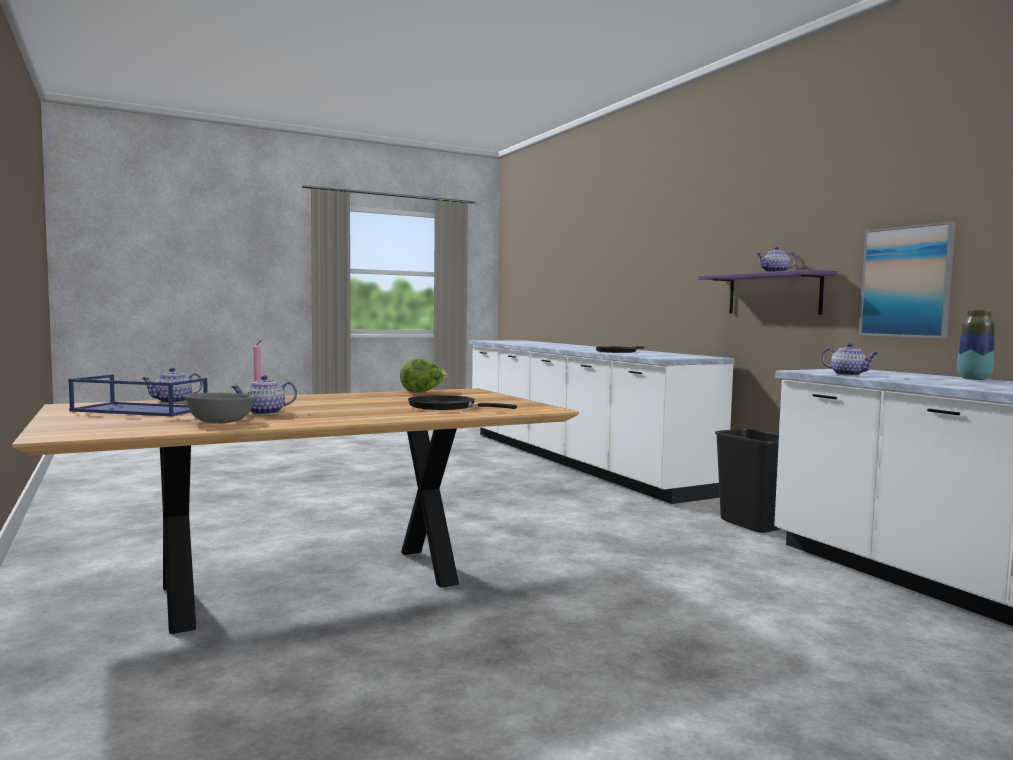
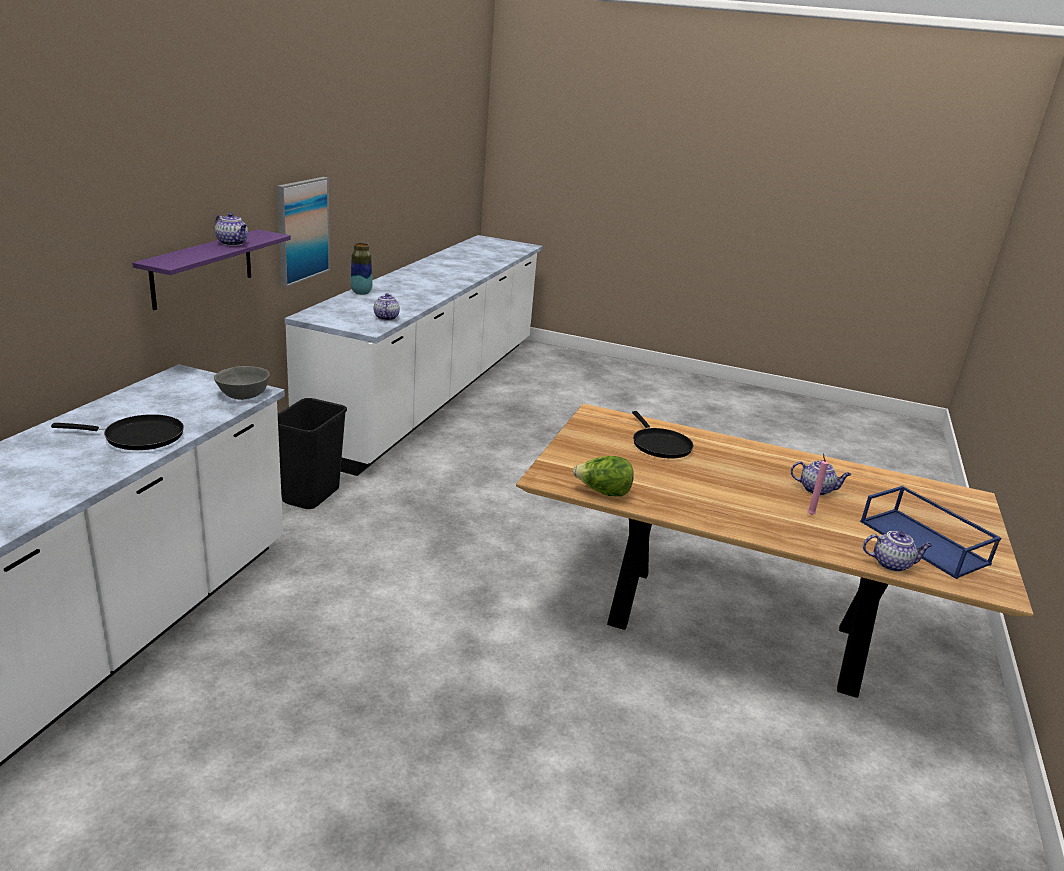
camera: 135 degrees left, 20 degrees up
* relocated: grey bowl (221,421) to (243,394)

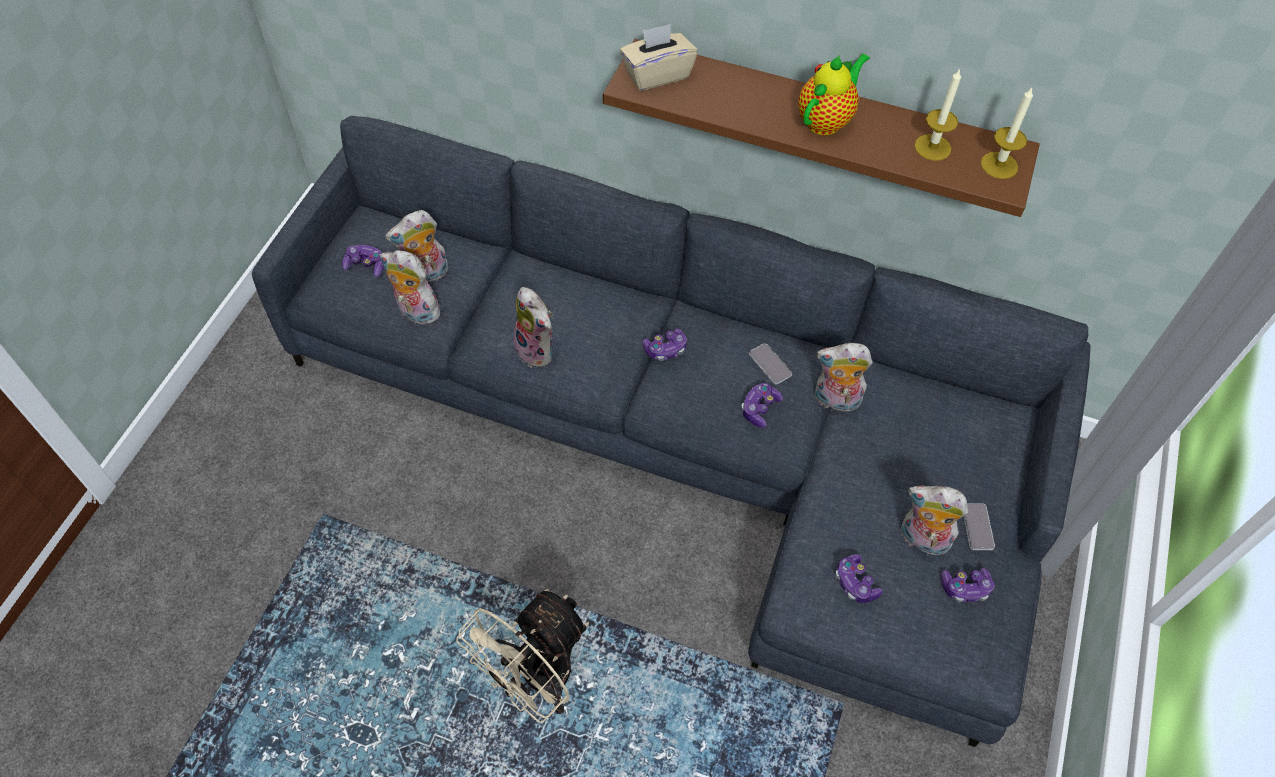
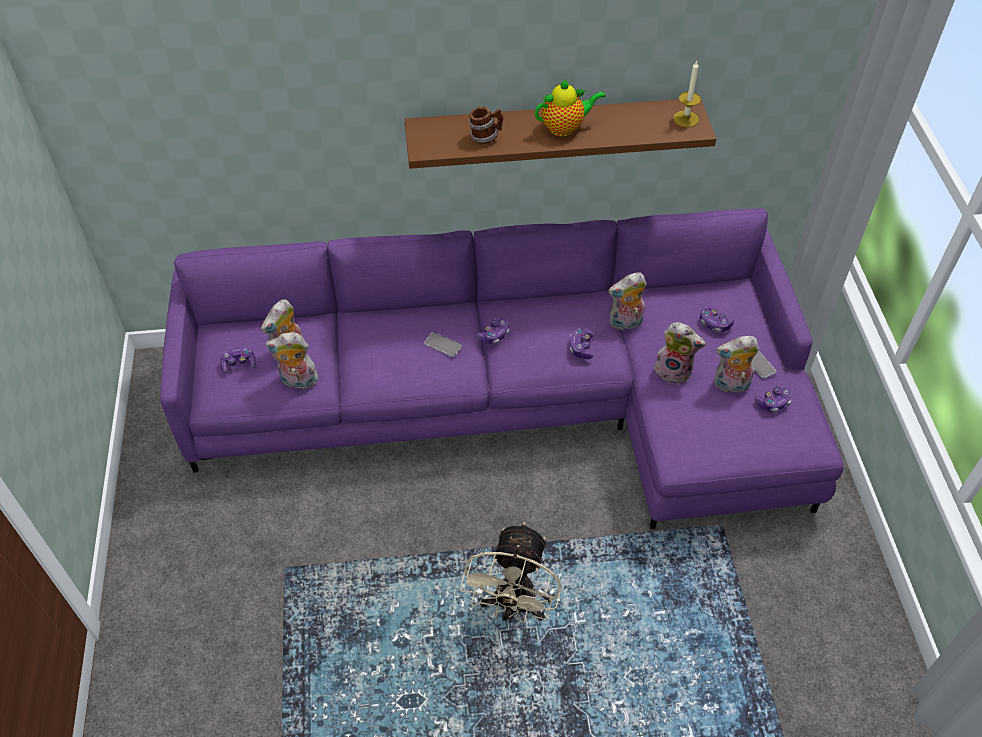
camera: 25 degrees left, 5 degrees down
* colour: grey sofa (688,438) to purple sofa (520,401)
* relocated: plush toy (538,350) to (674,371)
* missing: beige tissue box (657,74)
* relocated: phone (770,364) to (443,345)
* spun: teapot (826,120) = (565,128) 60 degrees clockwise
* relocated: game controller (855,583) to (714,324)
* missing: candle (932,147)
* appeared: mug (485,137)

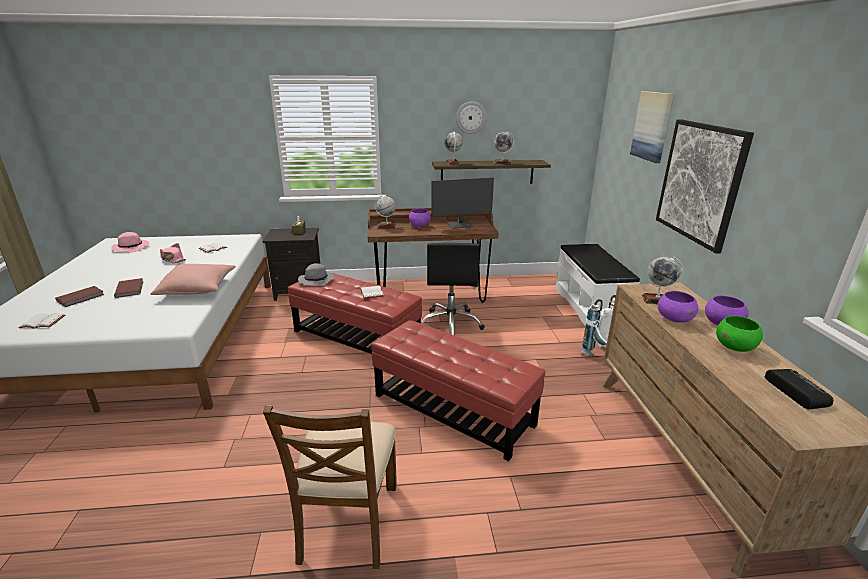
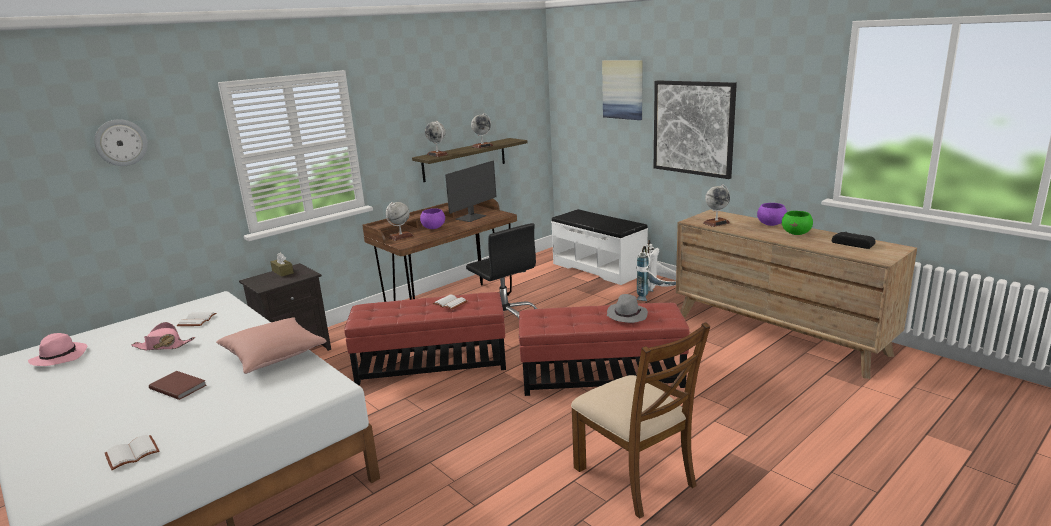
camera: 35 degrees left, 5 degrees down
* missing: brown book (81,297)
* relocated: grey hat (317,280) to (626,315)
* relocated: wall clock (471,117) to (121,142)
* missing: purple bowl (674,319)

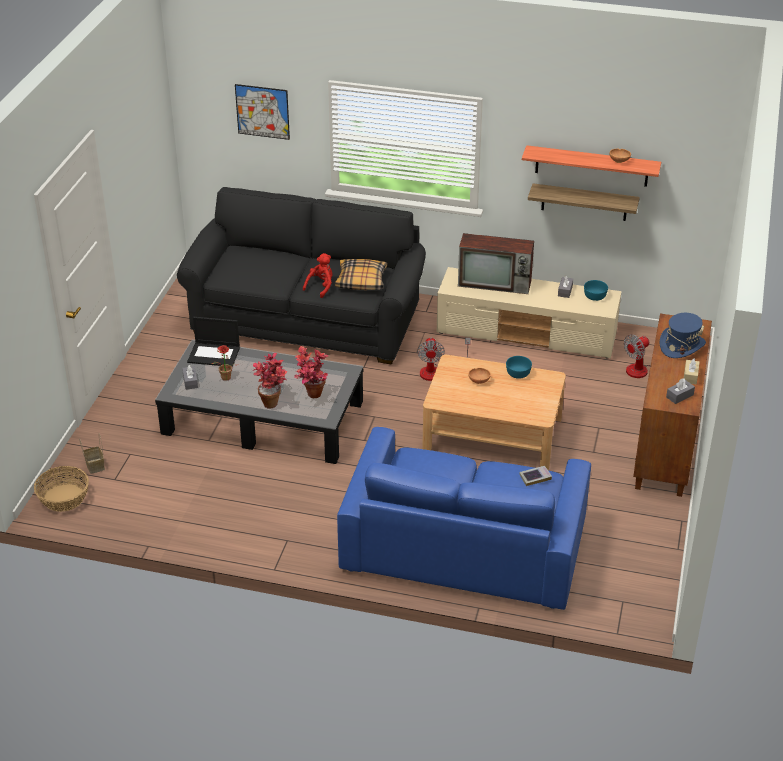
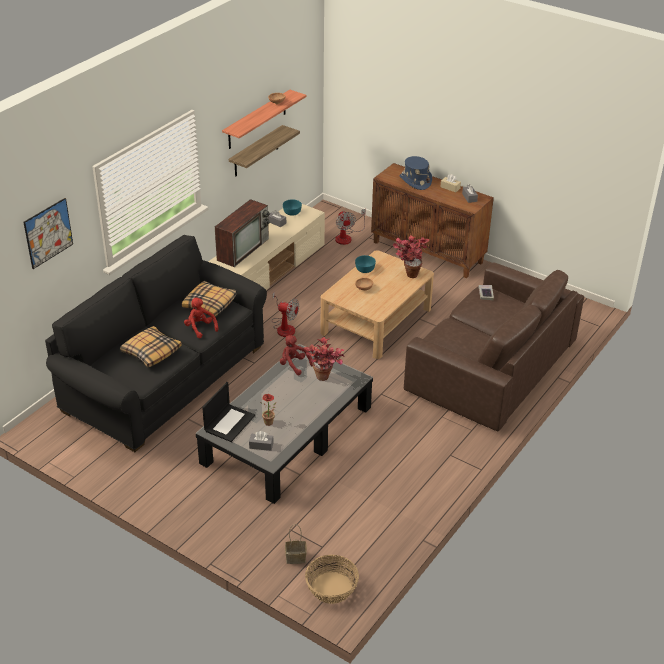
camera: 70 degrees left, 0 degrees up
* relocated: potted plant (272,401) to (408,273)
* colour: blue sofa (464,543) to brown sofa (490,366)
* appeared: pillow (151,352)
* appeared: red plush toy (294,365)

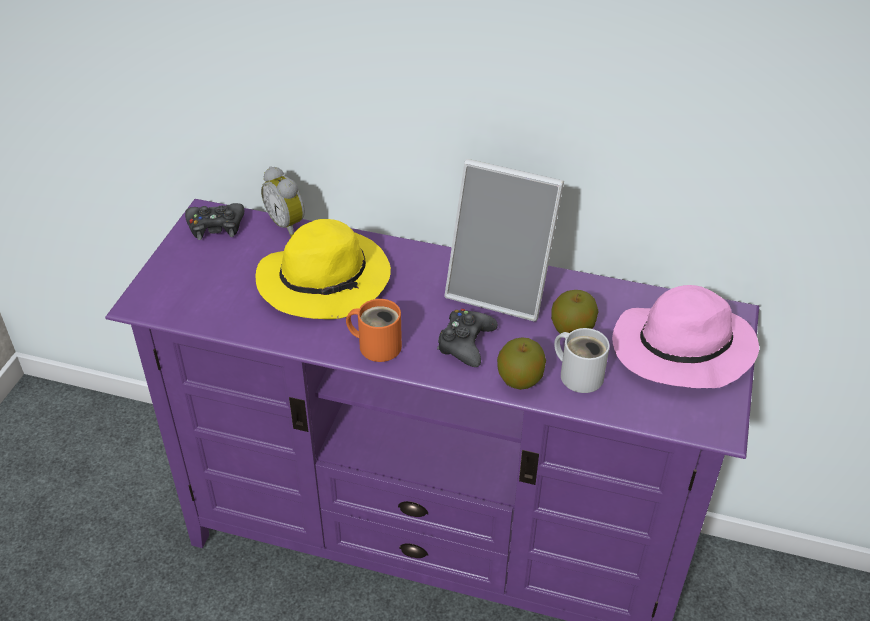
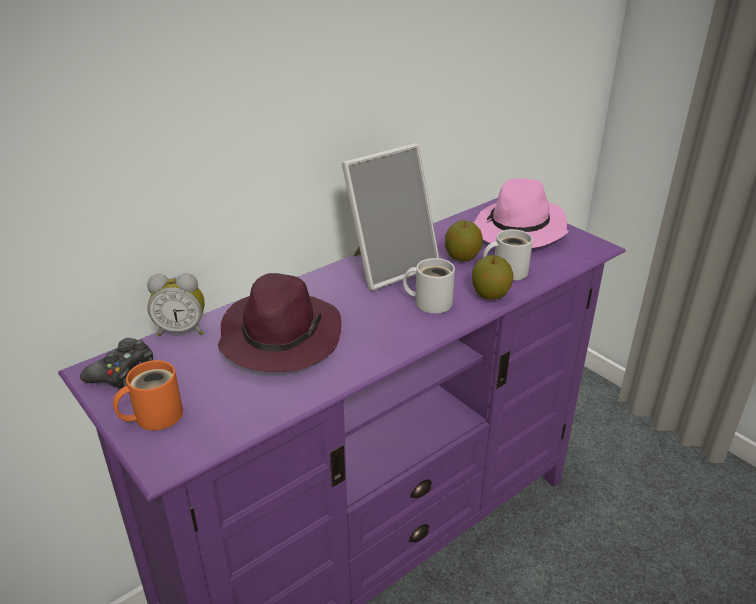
camera: 55 degrees left, 10 degrees down
* colour: yellow hat (326,279) to purple hat (280,337)
* relocated: orange mug (377,344) to (154,415)
* exchanged: black game controller (465,343) to white mug (430,302)

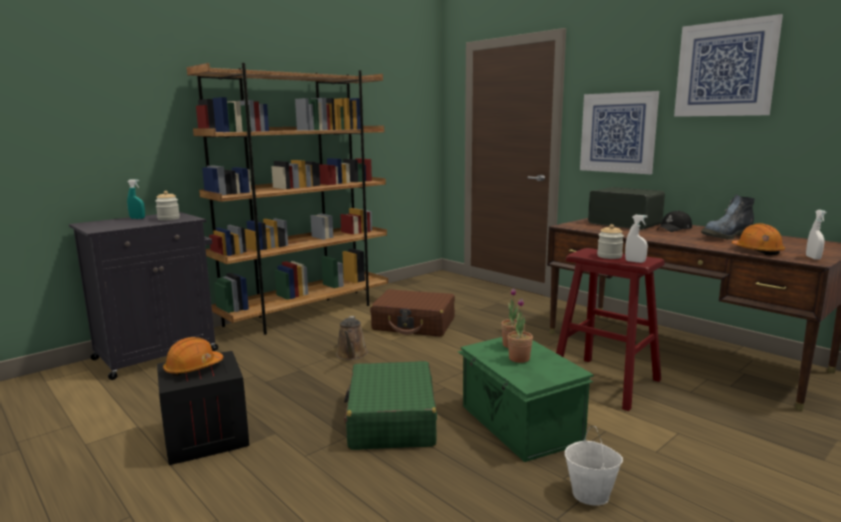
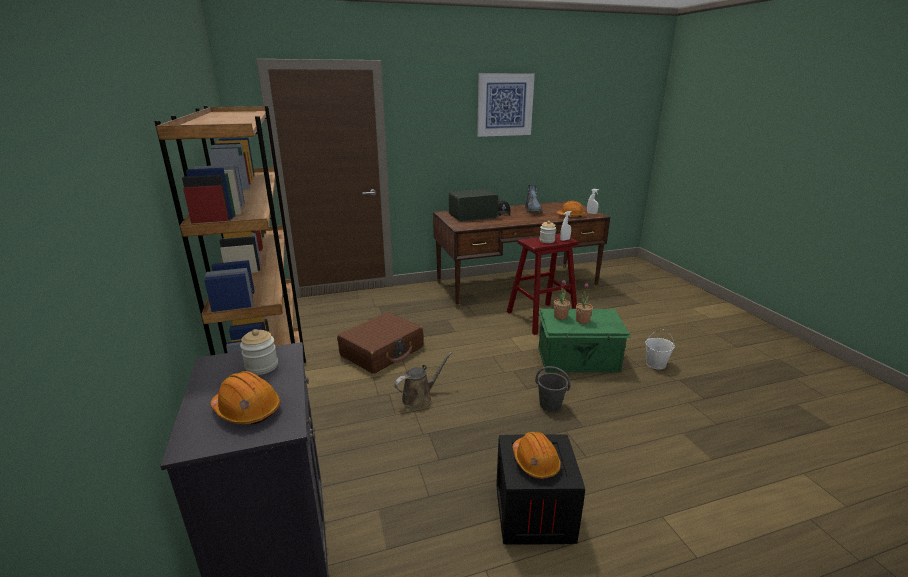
camera: 65 degrees left, 10 degrees up
* missing: turquoise spray bottle (137,218)
* spun: brown watering can (351,355) = (419,397) 60 degrees counterclockwise
* exchanged: green suitcase (391,420) to grey bucket (550,405)
* missing: picture (618,133)
* appeared: orange hard hat (247,410)

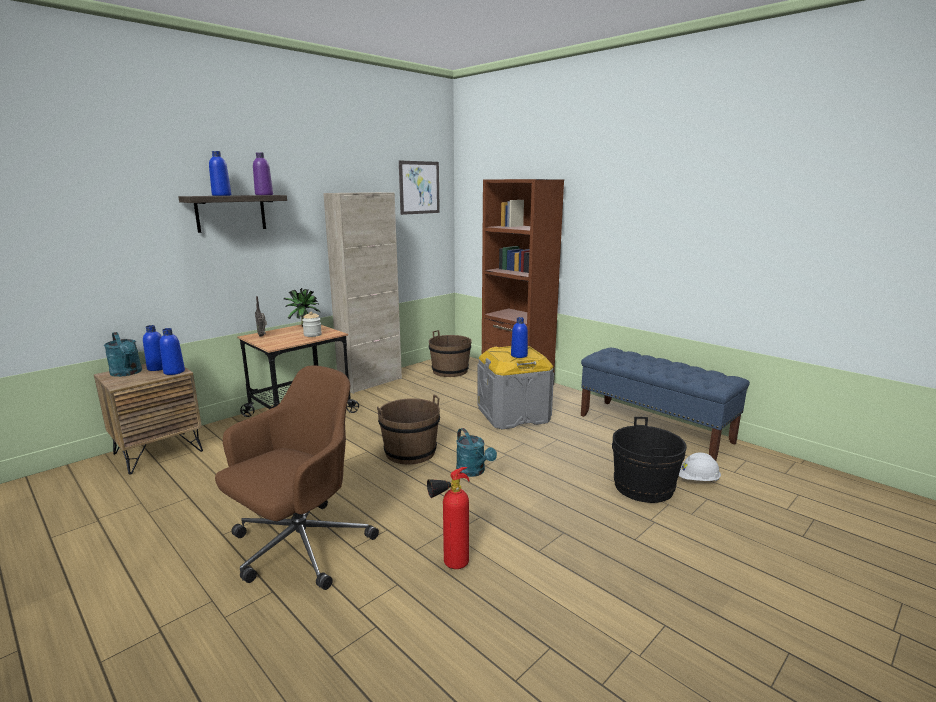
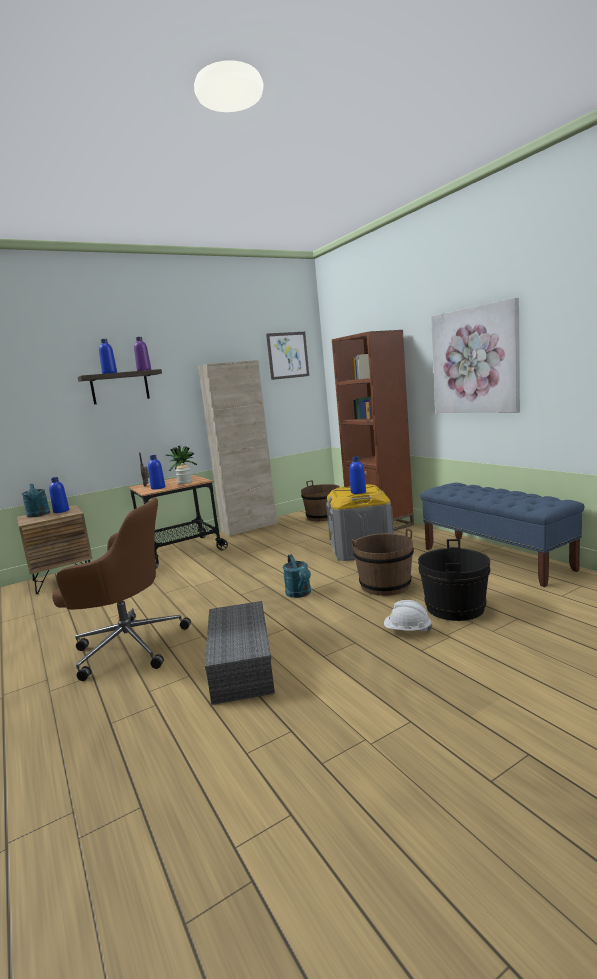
camera: 15 degrees right, 5 degrees down
* relocated: blue bottle (174,372) to (158,488)
* spun: brown office chair (299,547) = (128,646) 45 degrees clockwise
* relocated: brown bucket (410,452) to (385,585)
* exchanged: fire extinguisher (450,565) to grey storage box (240,664)
* relocated: white hard hat (696,480) to (407,631)
* appeared: picture (474,361)

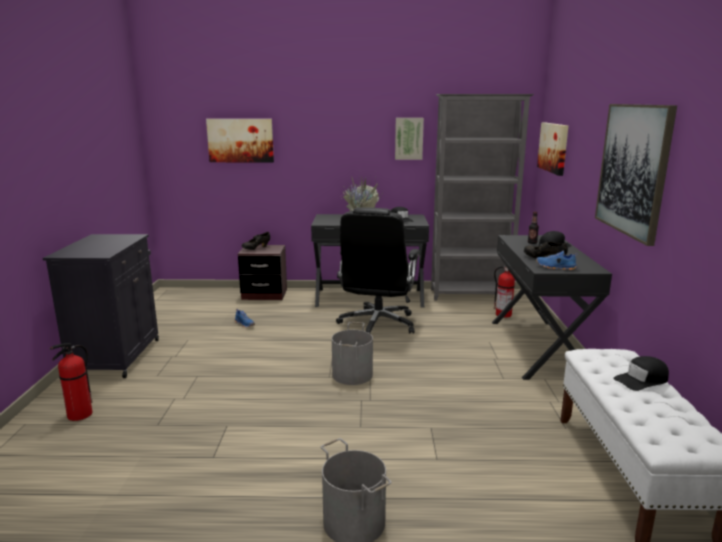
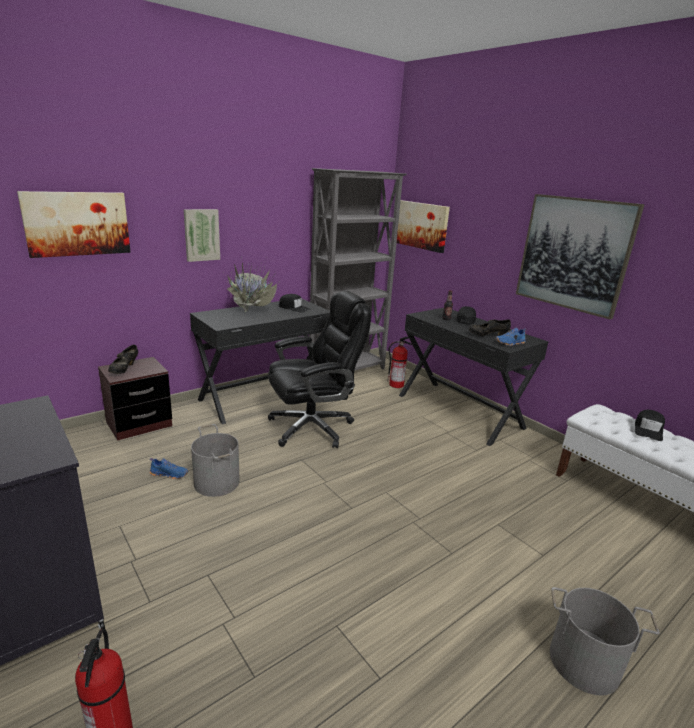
camera: 40 degrees left, 5 degrees up
* relocated: grey bucket (353,375) to (217,482)
* spun: black office chair (377,324) = (313,427) 90 degrees counterclockwise
* relocated: picture (409,138) to (201,235)

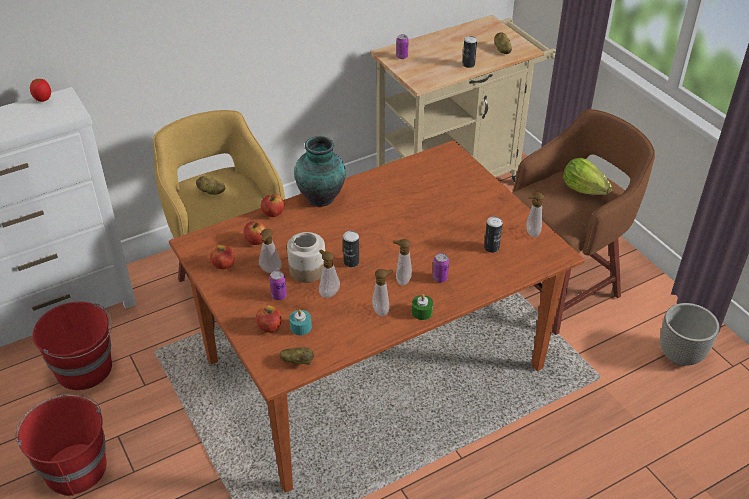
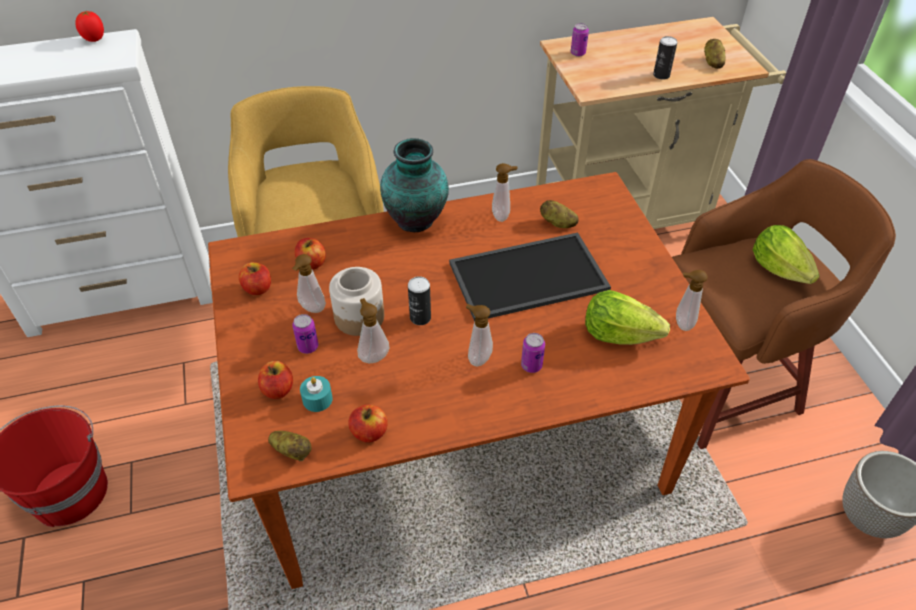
camera: 15 degrees right, 5 degrees up
* missing: red bucket (85,369)
* relocated: potato (211,192) to (557,223)
* relocated: apple (273,213) to (369,432)
* relocated: soap dispenser (382,310) to (502,216)
* missing: green candle (422,312)
* exchanged: can (491,247) to lettuce (618,334)
* appeared: tray (527,278)

